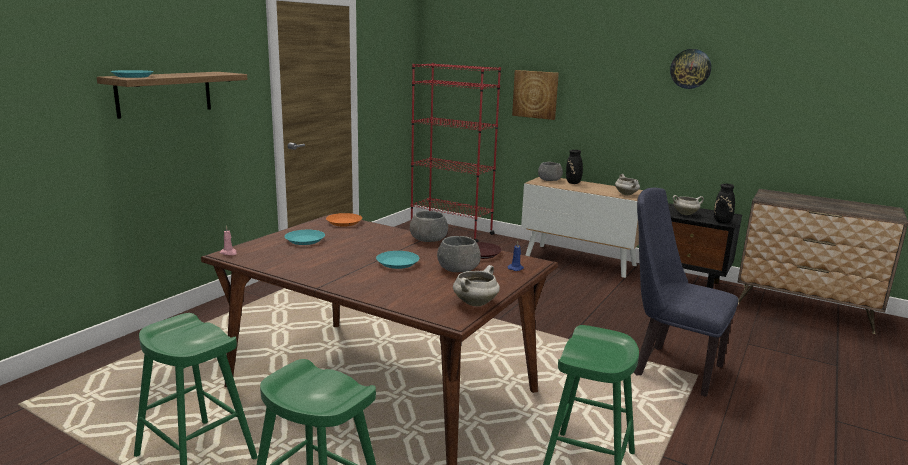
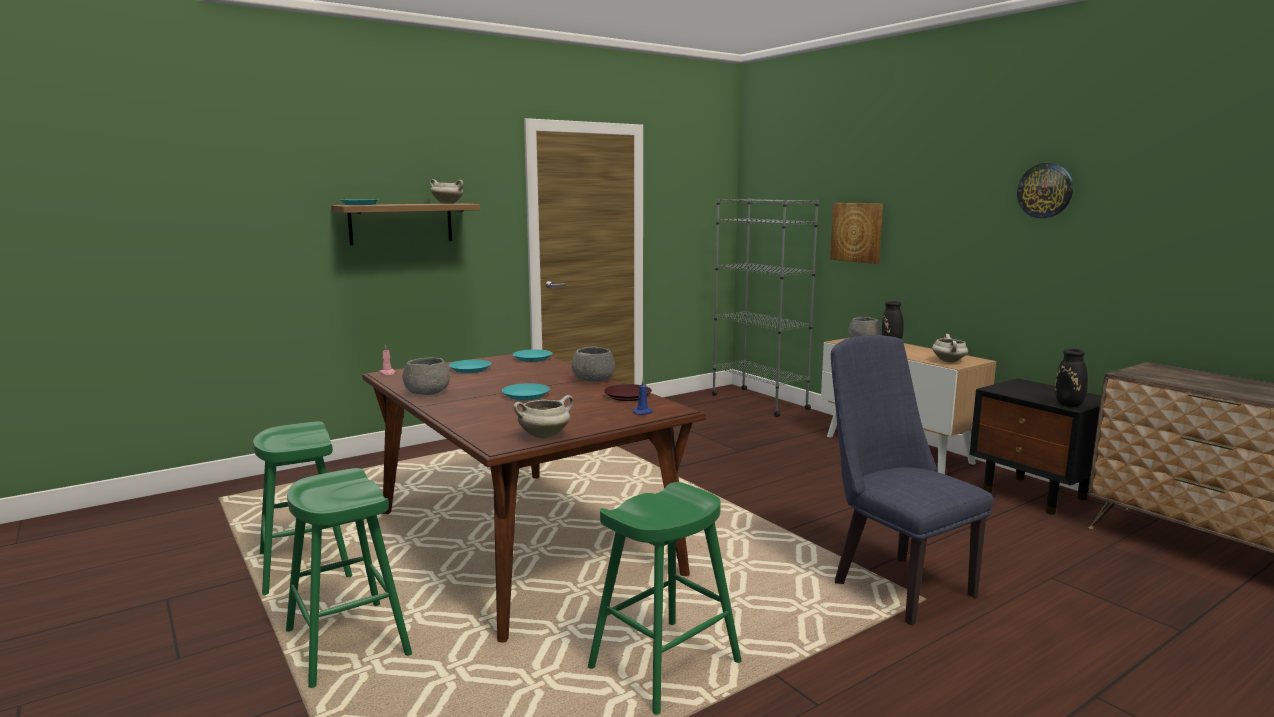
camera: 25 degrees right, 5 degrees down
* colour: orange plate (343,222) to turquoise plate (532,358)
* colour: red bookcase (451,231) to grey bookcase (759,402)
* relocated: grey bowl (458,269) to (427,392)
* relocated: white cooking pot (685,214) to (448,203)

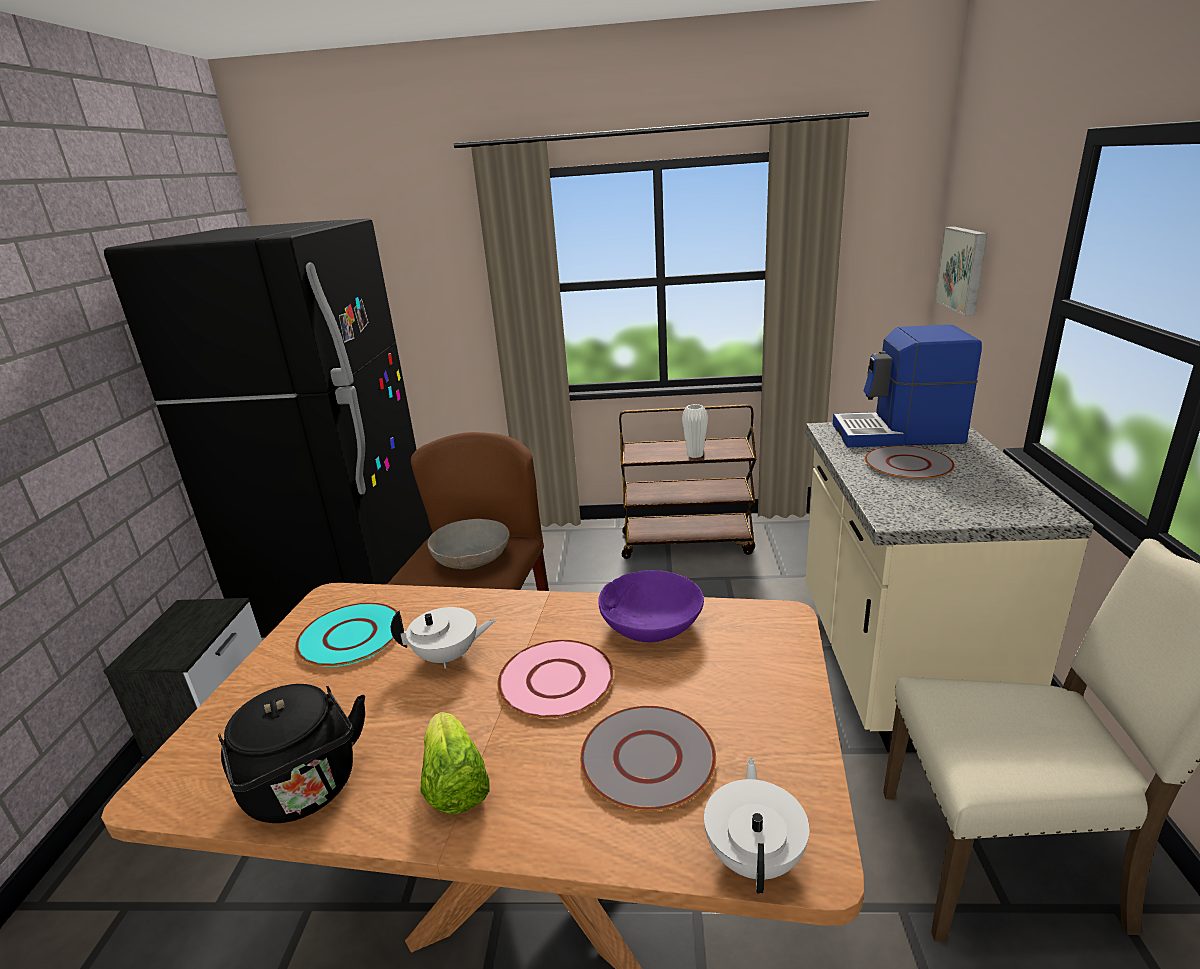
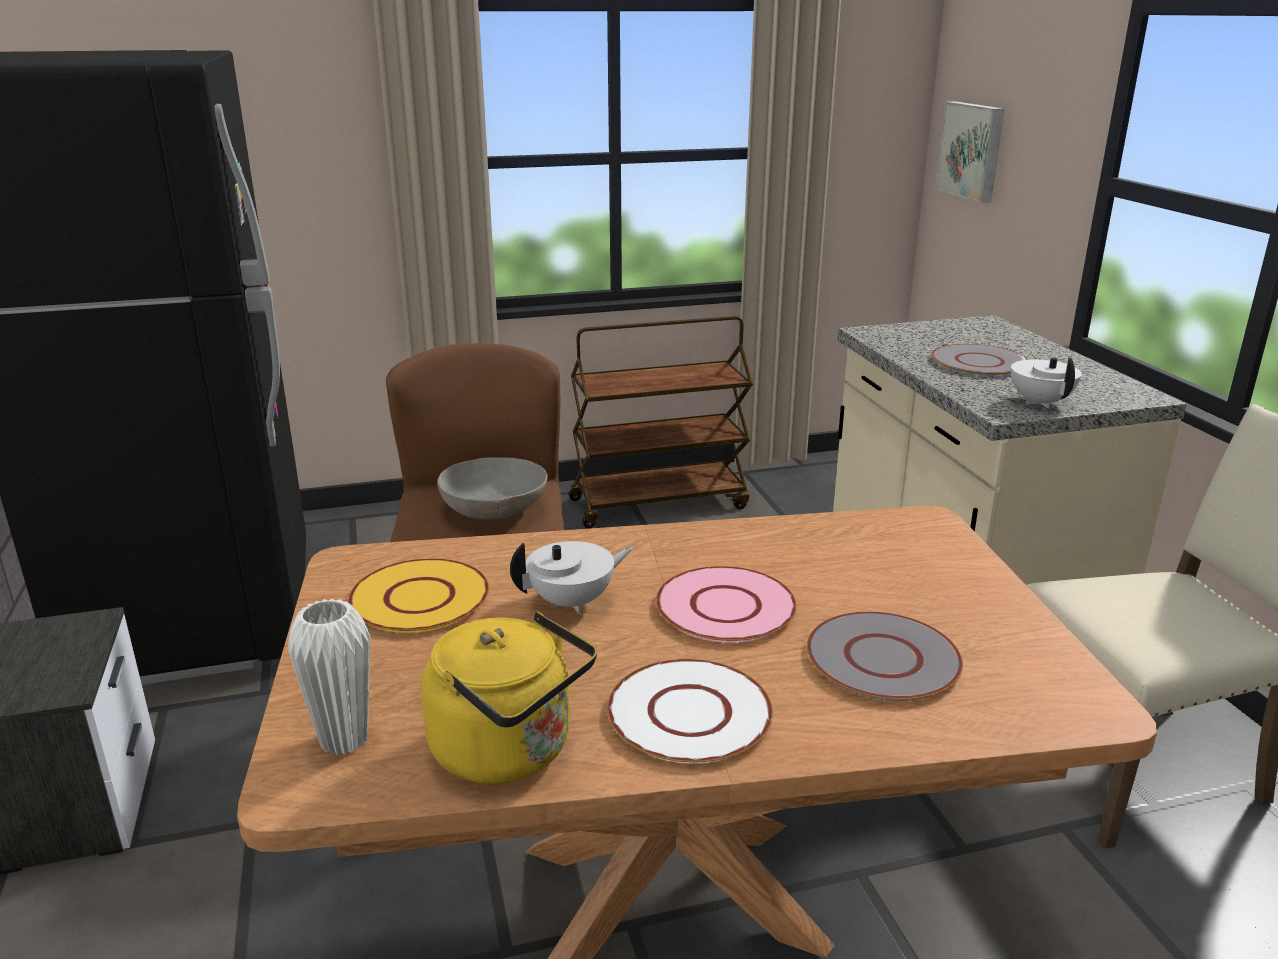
camera: 20 degrees left, 0 degrees up
* colour: black kettle (305,791) to yellow kettle (510,751)
* colour: turquoise plate (351,636) to yellow plate (421,598)
* exchanged: lettuce (455,784) to white plate (689,714)
* missing: purple bowl (651,626)
* relocated: white vase (695,455) to (344,740)
* relocated: white teapot (755,856) to (1040,402)
* missing: coffee machine (898,434)

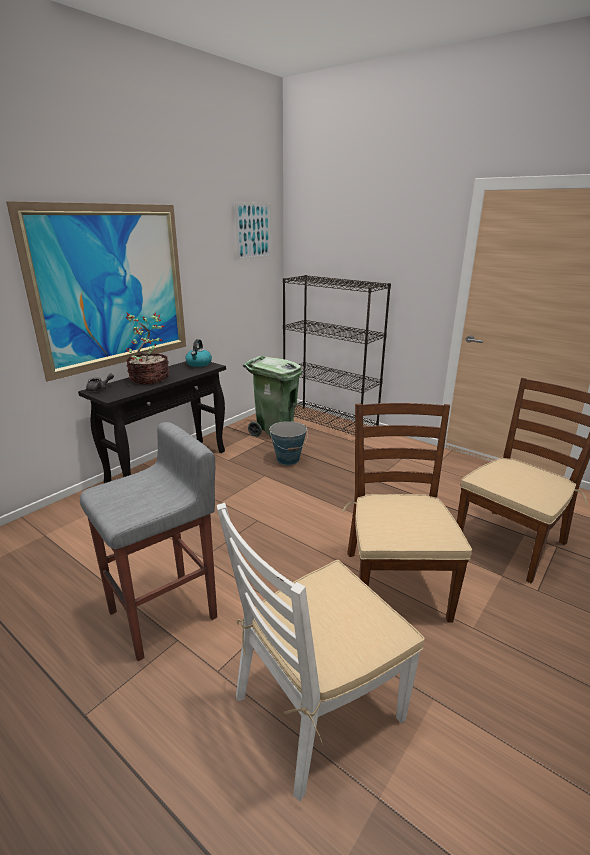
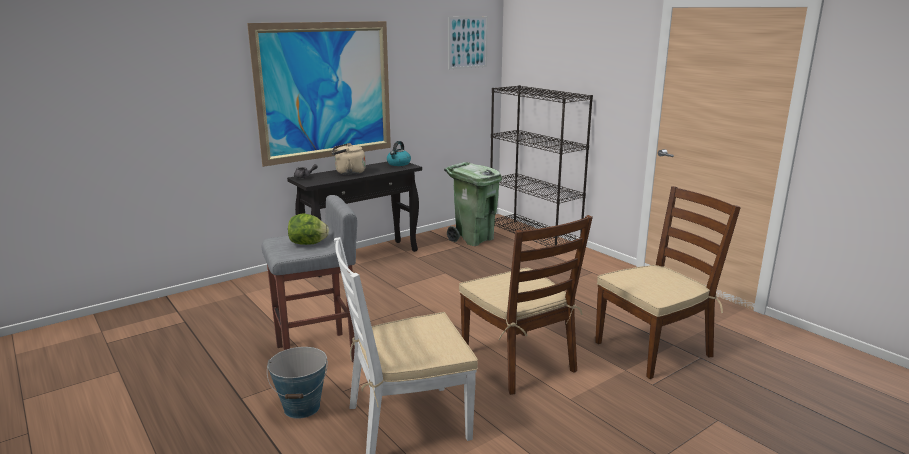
camera: 15 degrees right, 5 degrees down
* exchanged: potted plant (148,379) to beige kettle (348,172)
* relocated: bucket (288,459) to (302,407)
* spun: brown chair (395,583) = (519,361) 135 degrees clockwise
* appeared: lettuce (308,243)

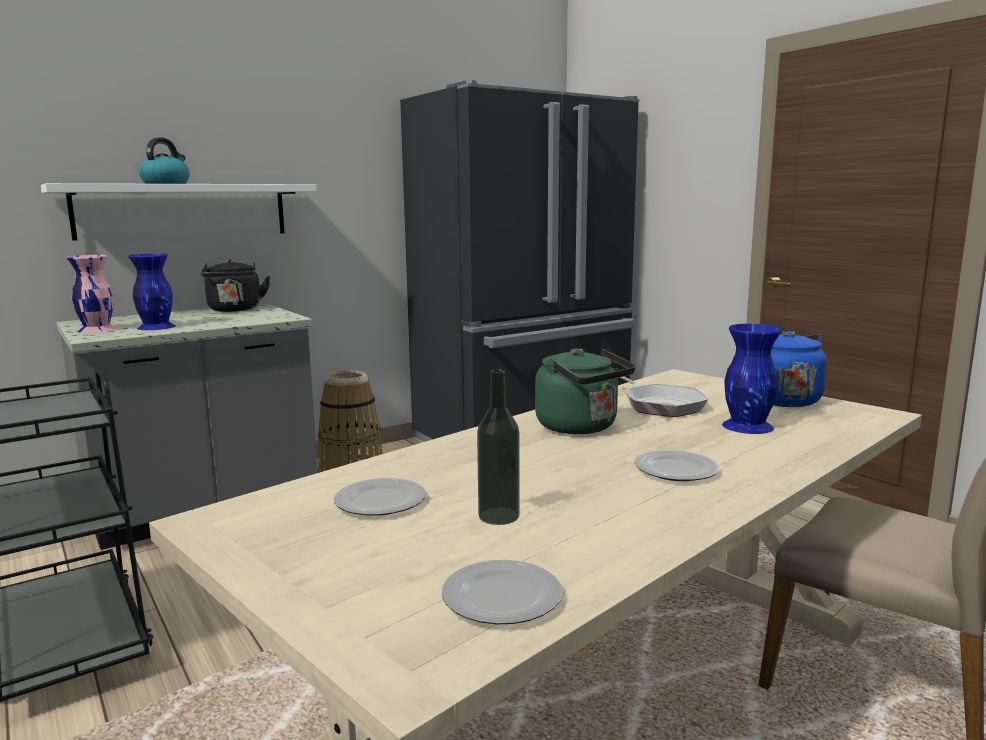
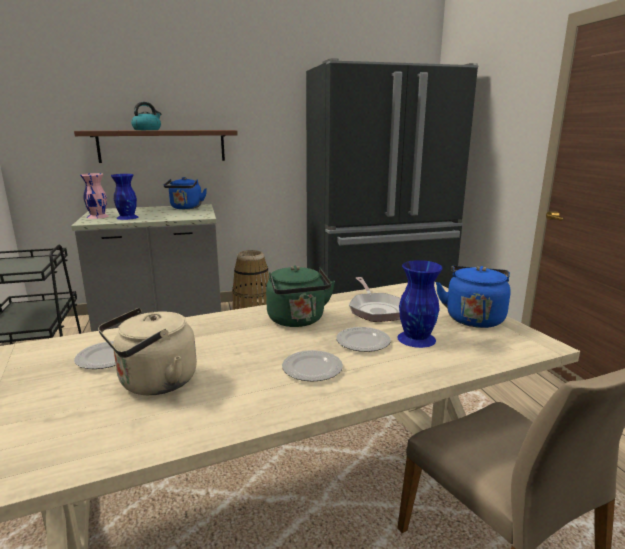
camera: 20 degrees right, 5 degrees up
* colour: white shelf (183,211) to brown shelf (162,146)
* colour: black kettle (235,310) to blue kettle (186,208)
* relocated: plate (503,598) to (363,342)
* exchanged: bottle (498,516) to beige kettle (154,383)

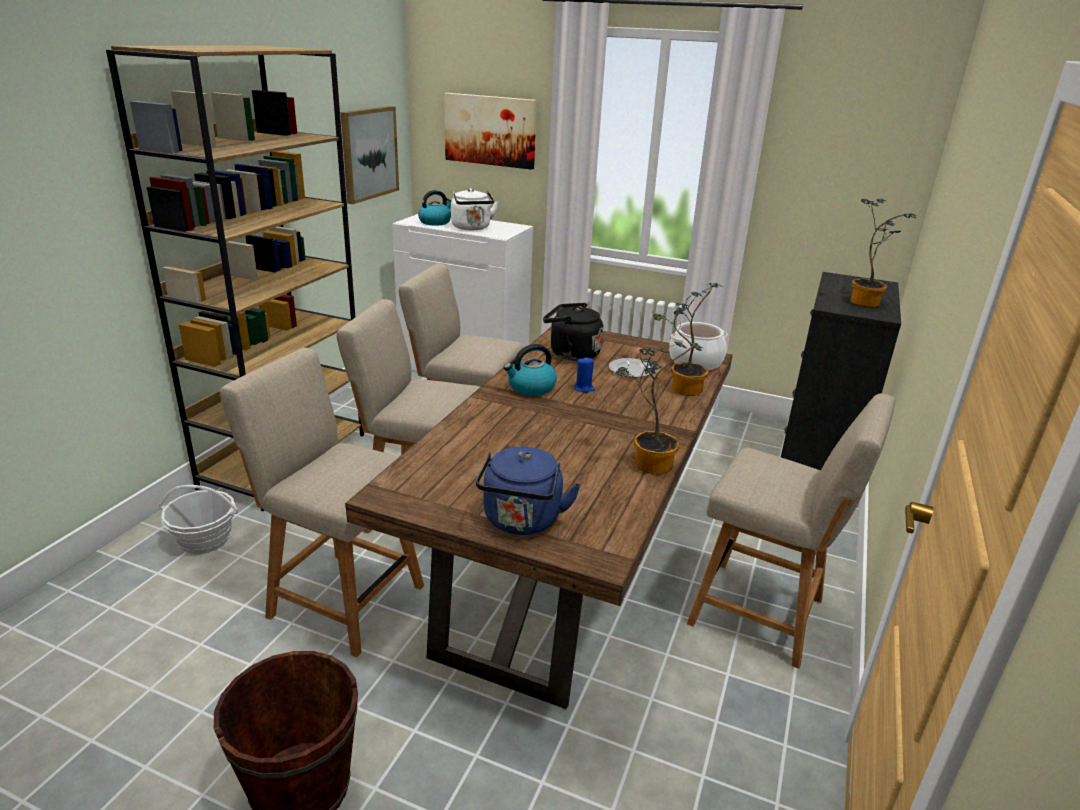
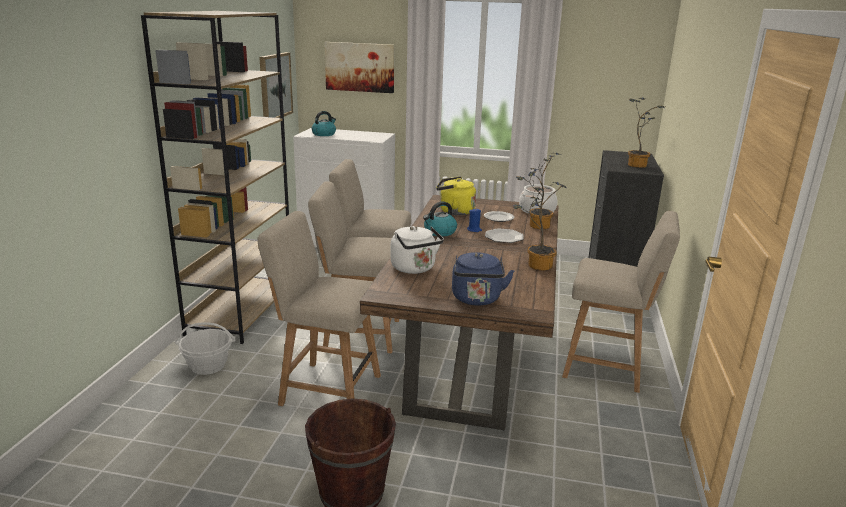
camera: 10 degrees left, 5 degrees down
* relocated: white kettle (472,228) to (415,269)
* colour: black kettle (571,353) to yellow kettle (454,211)
* appeared: plate (504,237)

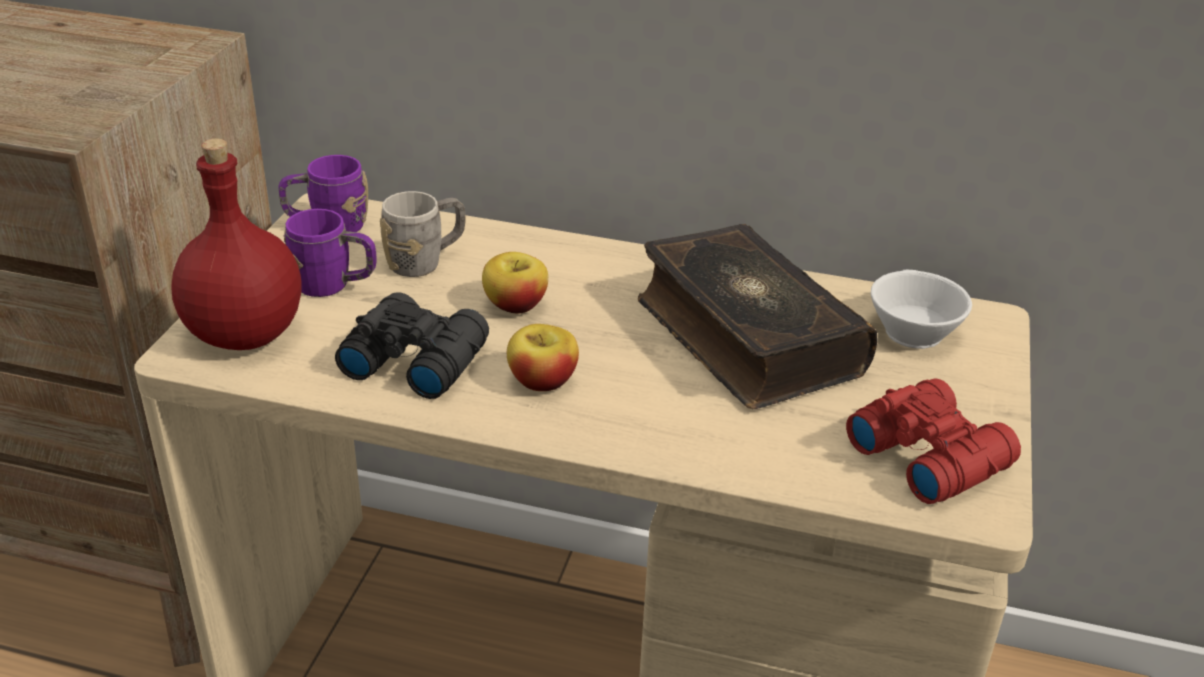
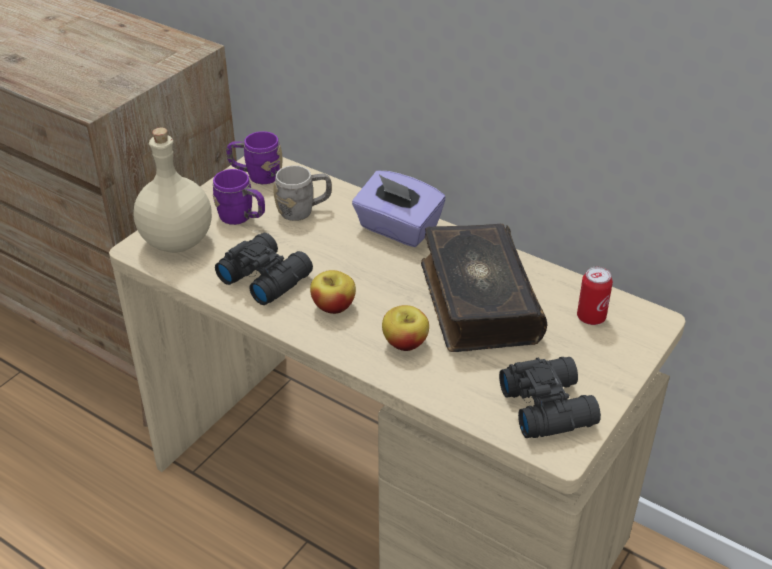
camera: 20 degrees right, 5 degrees up
* colour: red bottle (247,333) to beige bottle (178,241)
* relocated: apple (515,305) to (405,343)
* colour: red binoculars (928,454) to black binoculars (548,405)
* exchanged: white cup (909,330) to can (591,317)
* appeared: purple tissue box (397,229)

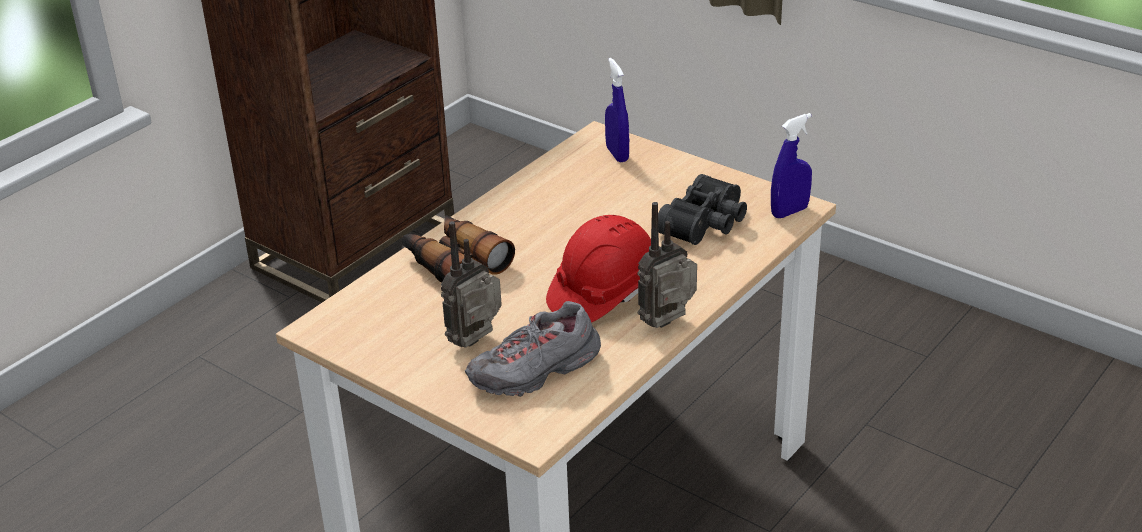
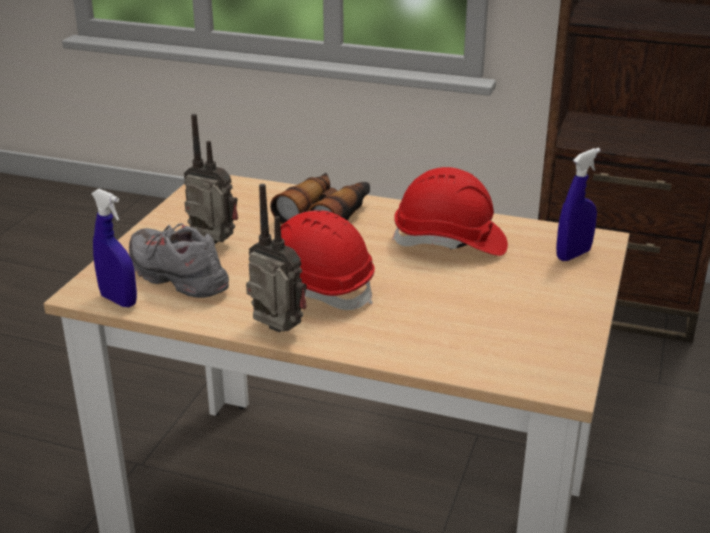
camera: 70 degrees right, 5 degrees down
* missing: black binoculars (707,224)
* relocated: blue spray bottle (789,212) to (119,300)
* appeared: red hard hat (450,243)

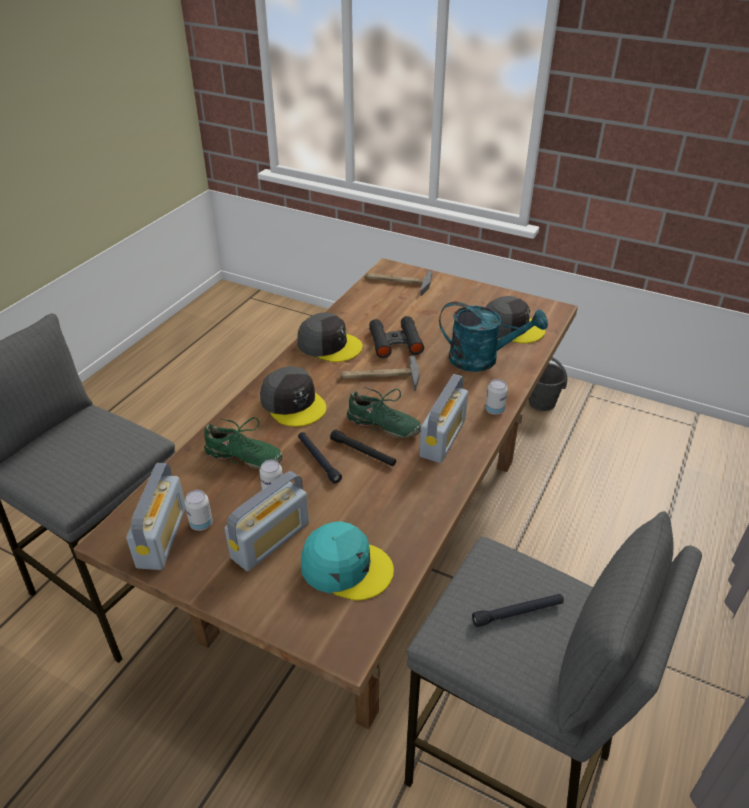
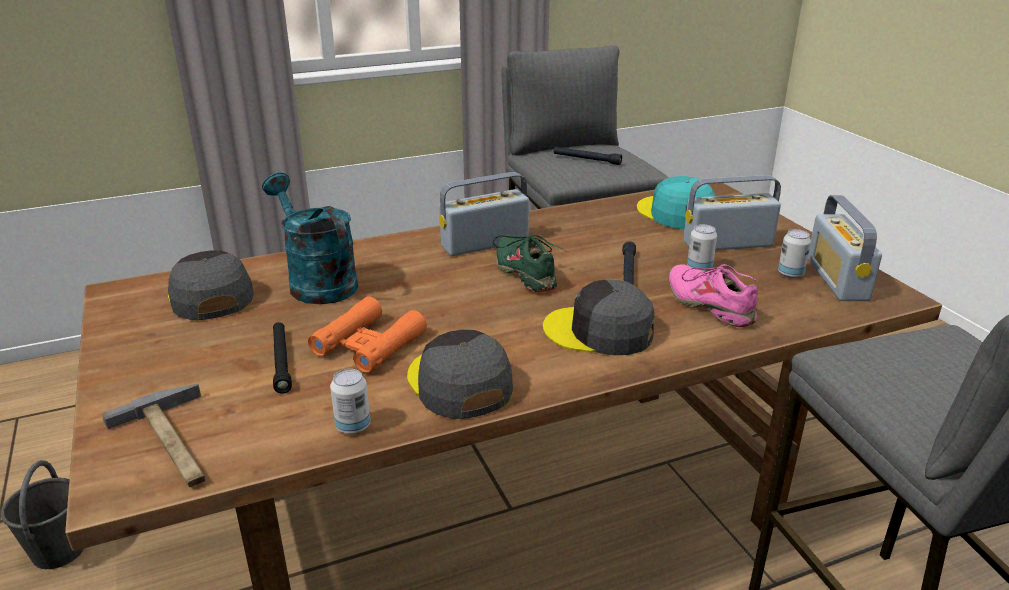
camera: 140 degrees left, 10 degrees down
* spun: radio (162,536) = (837,279) 45 degrees counterclockwise
* colour: green shoe (243,457) to pink shoe (710,305)
* spun: grey cap (293,403) = (599,331) 75 degrees counterclockwise
* relocated: black flashlight (363,452) to (281,361)
* missing: hammer (379,377)
* colour: black binoculars (395,342) to orange binoculars (368,344)
* relocated: can (494,410) to (353,426)

